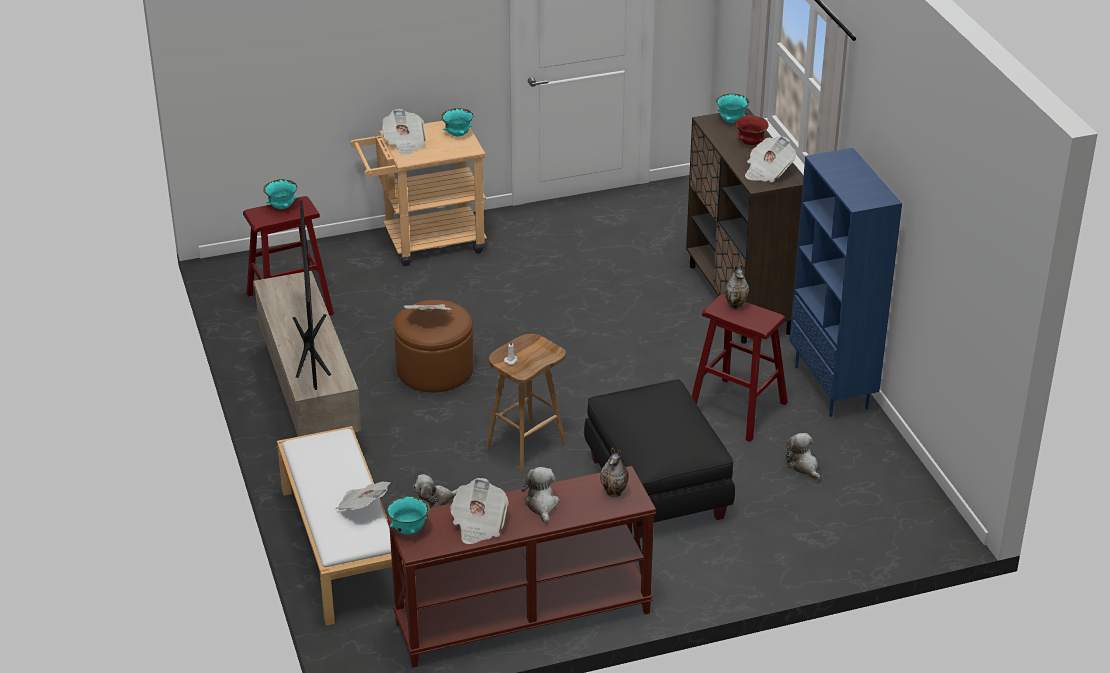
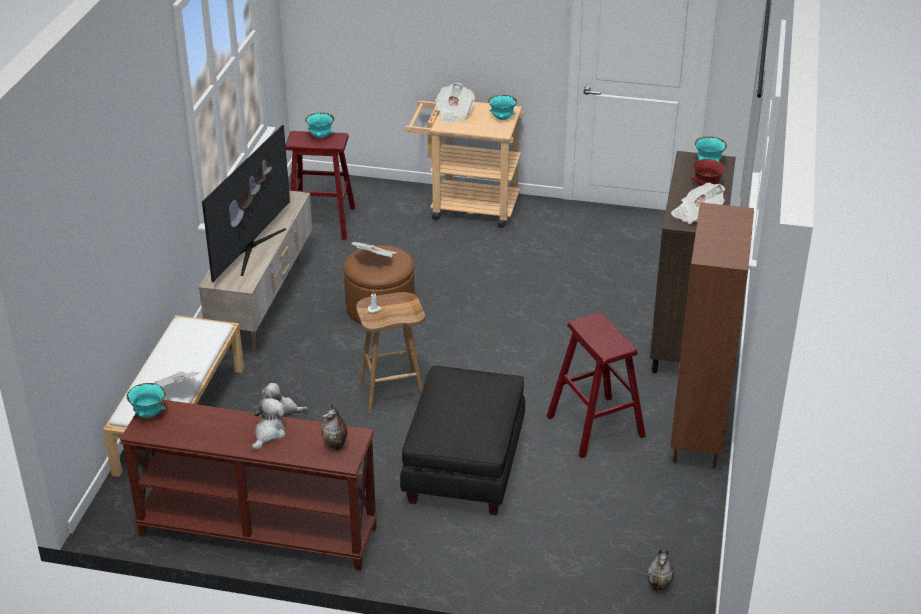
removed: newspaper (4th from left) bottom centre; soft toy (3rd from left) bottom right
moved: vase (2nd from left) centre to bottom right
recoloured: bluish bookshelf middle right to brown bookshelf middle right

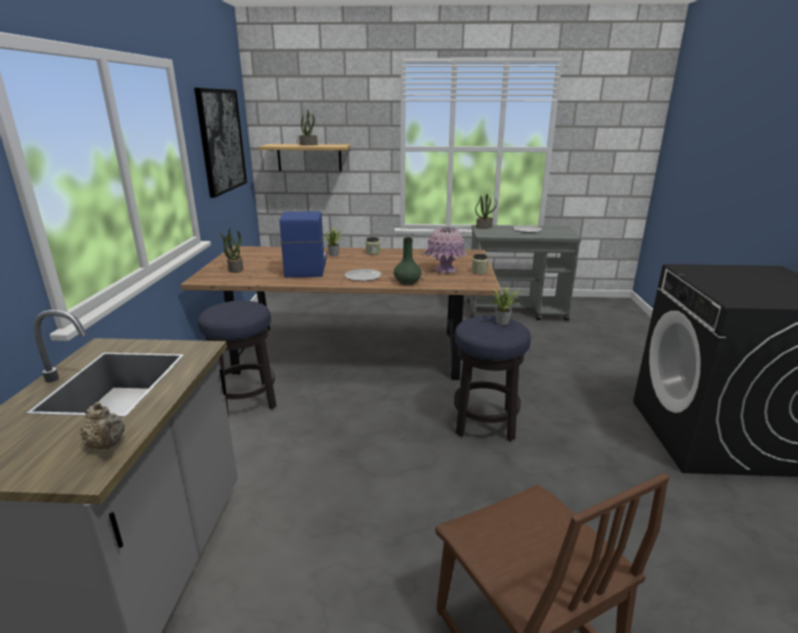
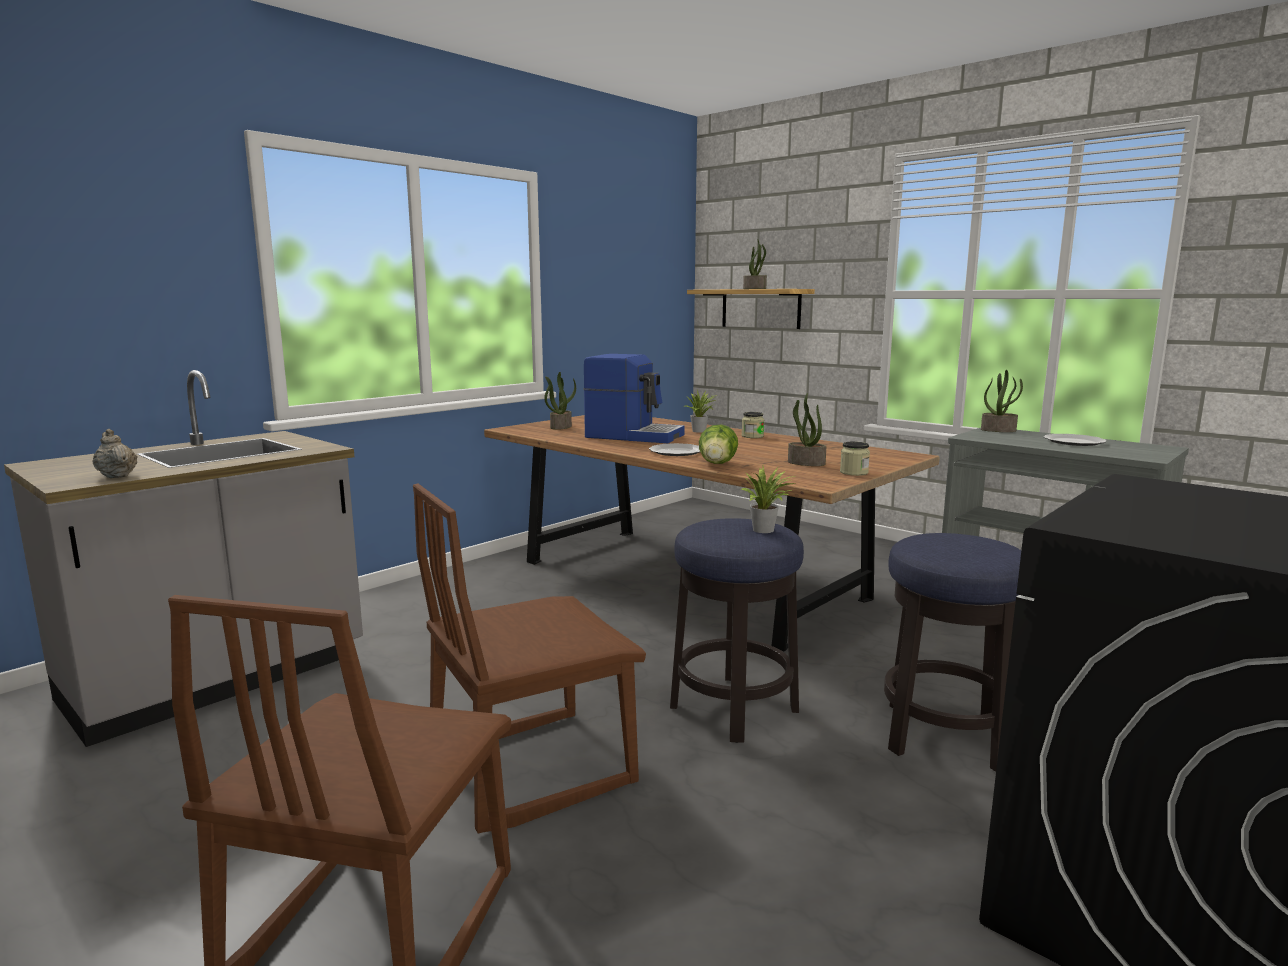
removed: picture top left
added: brown upright chair (2nd from left) bottom centre
moved: stool seat (1st from left in the first image) middle left to stool seat (2nd from left) bottom right
replaced: green vase centre to head of lettuce centre; pink vase centre to potted plant (5th from left) centre
turned: beige pot for tea bottom left = middle left 135 degrees clockwise; coffee brewer centre = centre 75 degrees clockwise

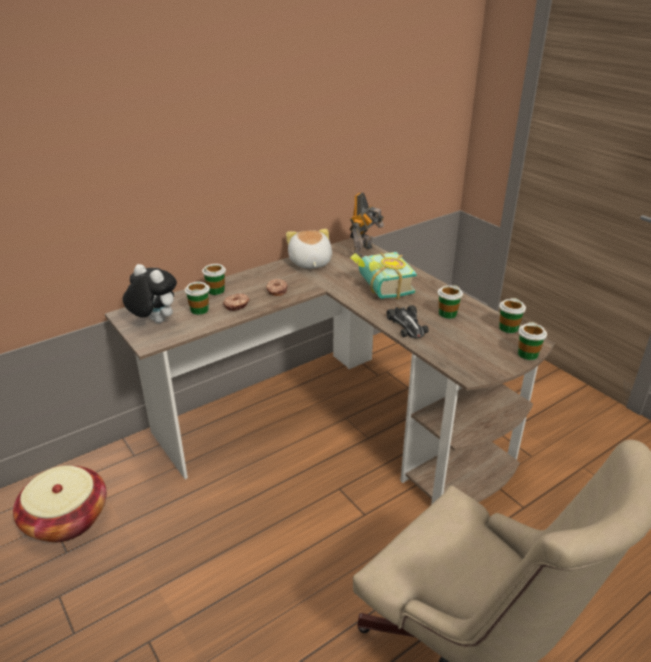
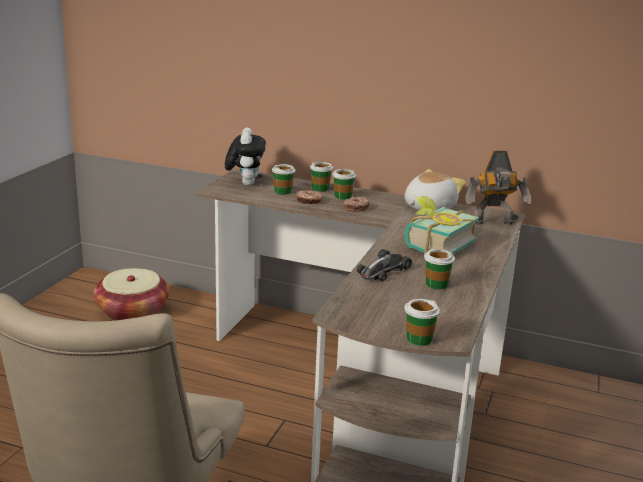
moved: small cup (4th from left in the first image) middle right to small cup (3rd from left) centre

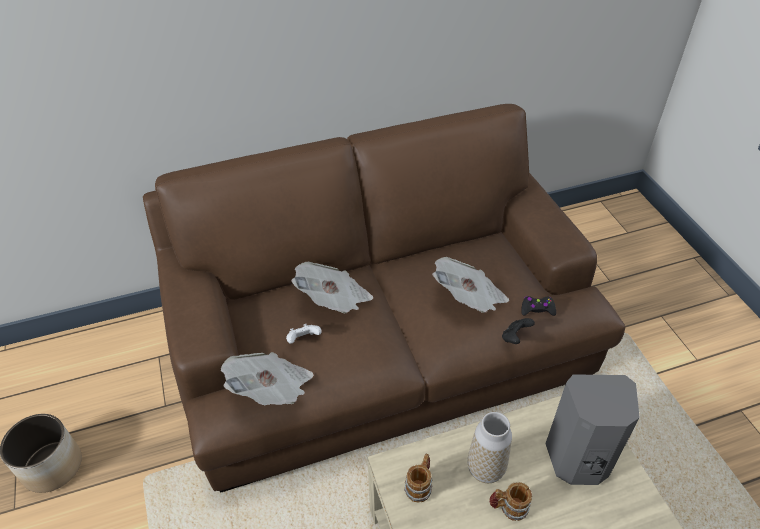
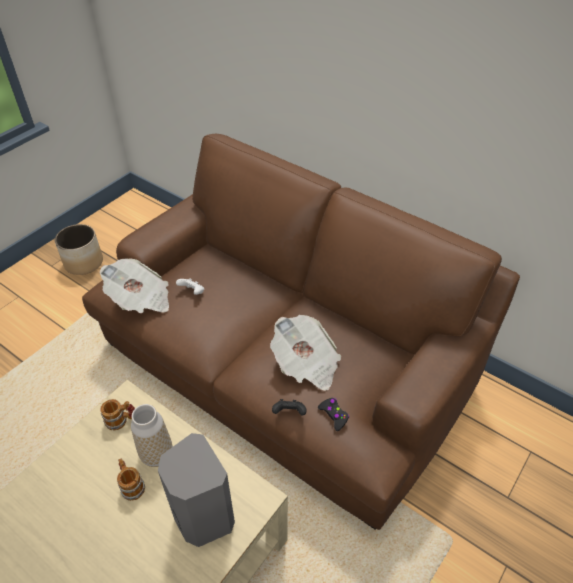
removed: newspaper (2nd from left) centre

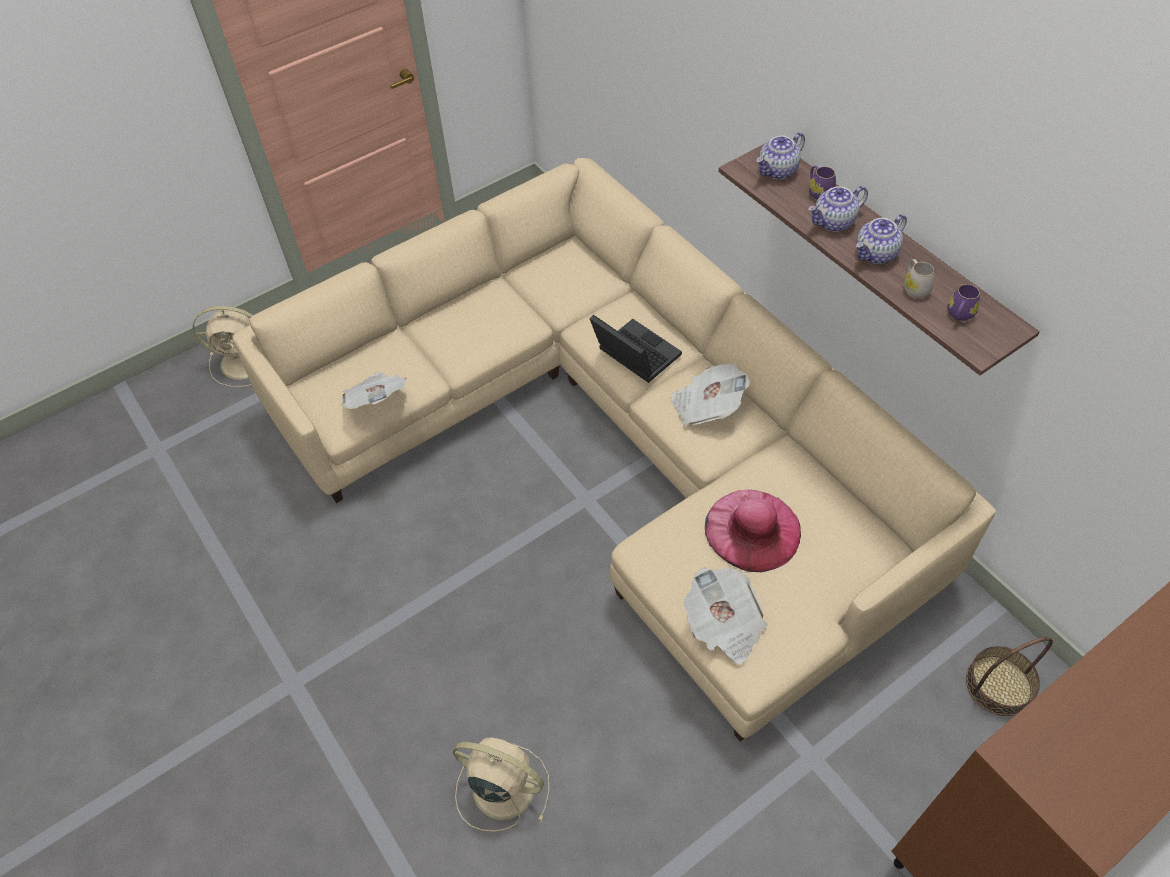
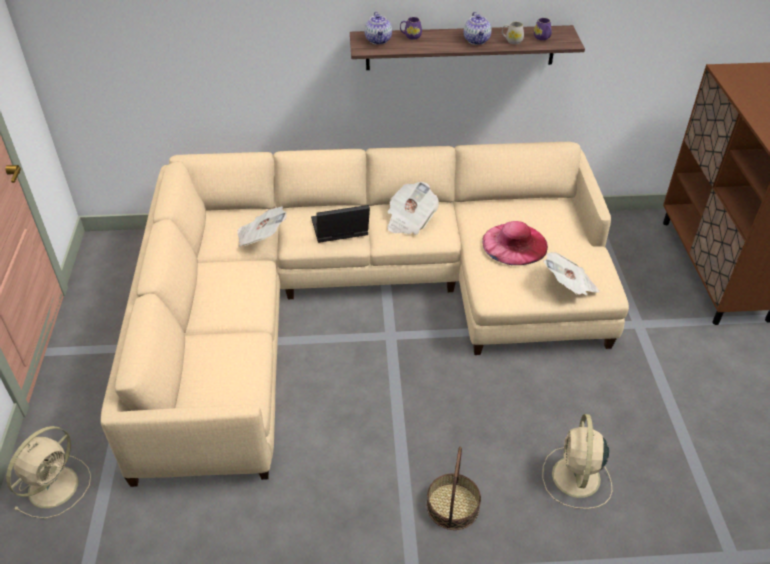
removed: pot for tea (2nd from left) top right
moved: newspaper (1st from left) middle left to centre; storage basket bottom right to bottom centre
turned: beige cooling fan (2nd from left) bottom centre = bottom right 45 degrees counterclockwise

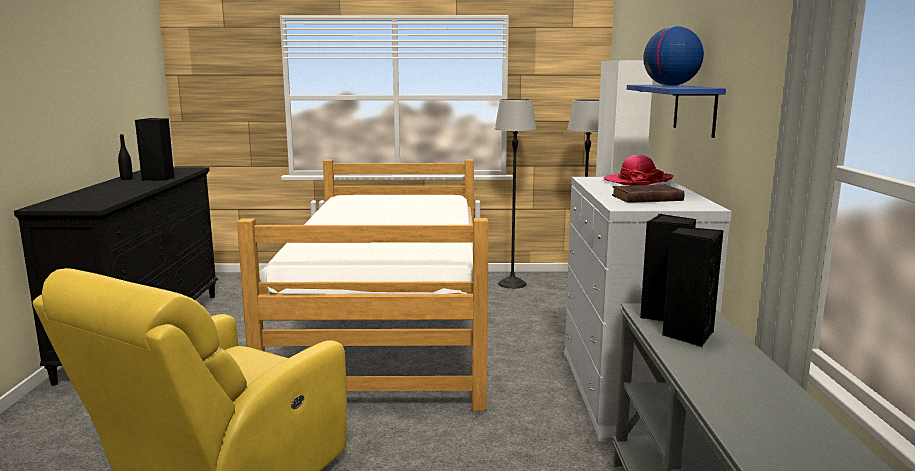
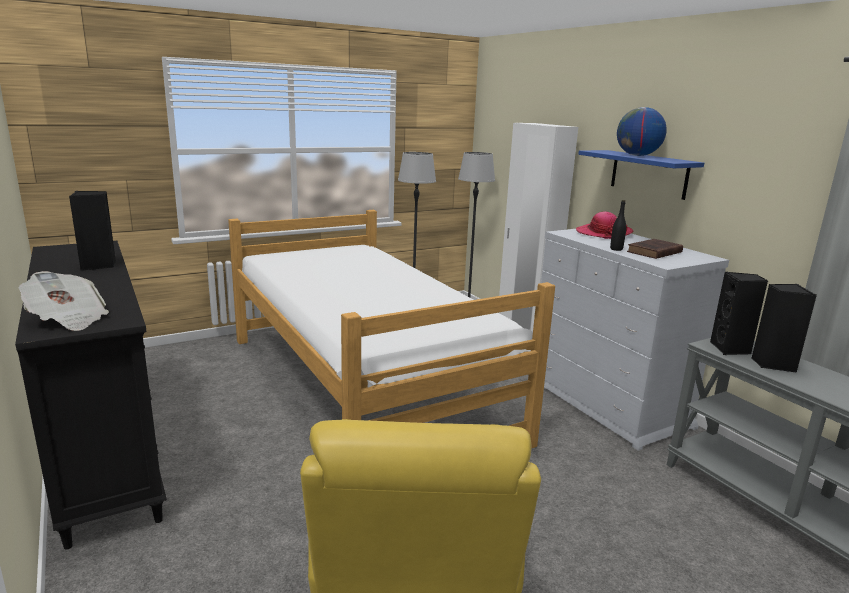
added: newspaper middle left
moved: blackish beverage bottle middle left to middle right

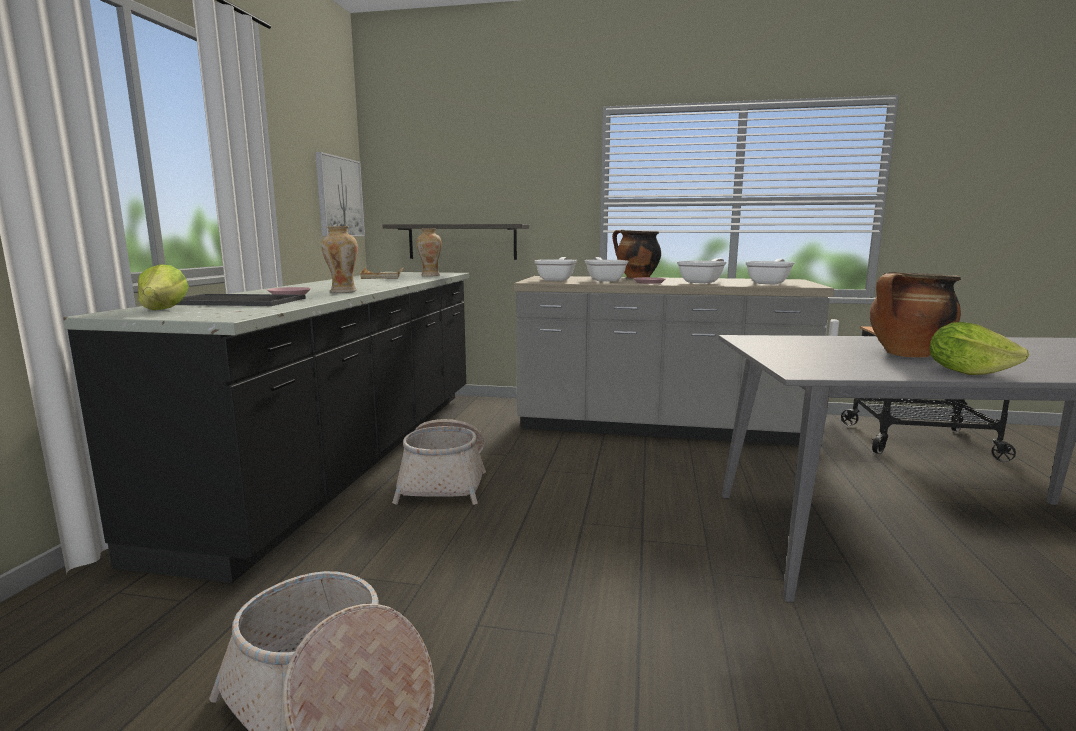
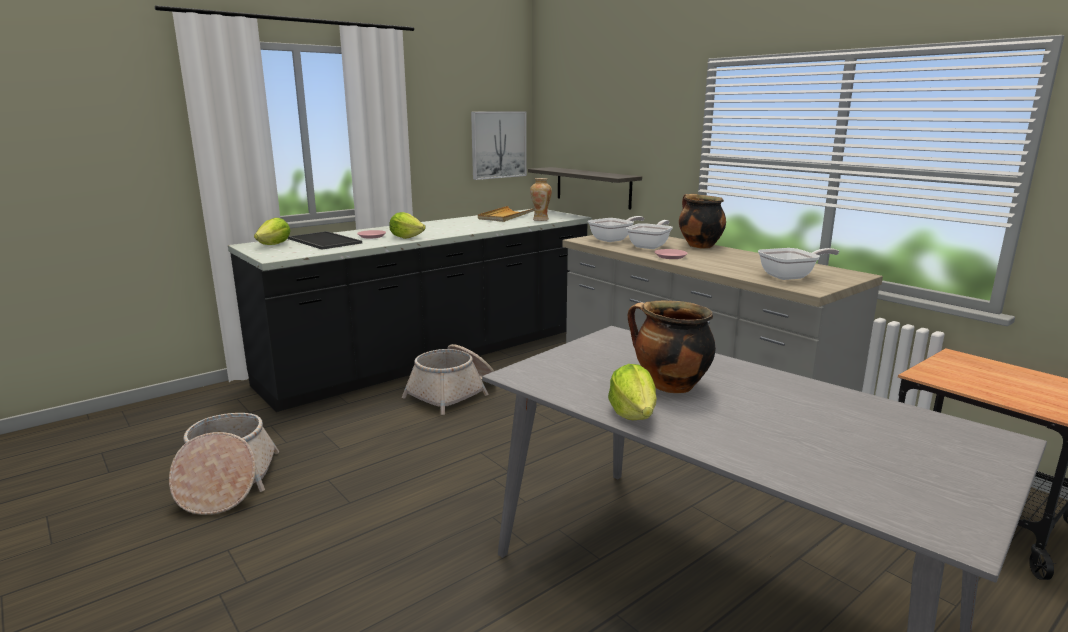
removed: pan (3rd from left) centre
replaced: vase (1st from left) middle left to head of lettuce (2nd from left) centre

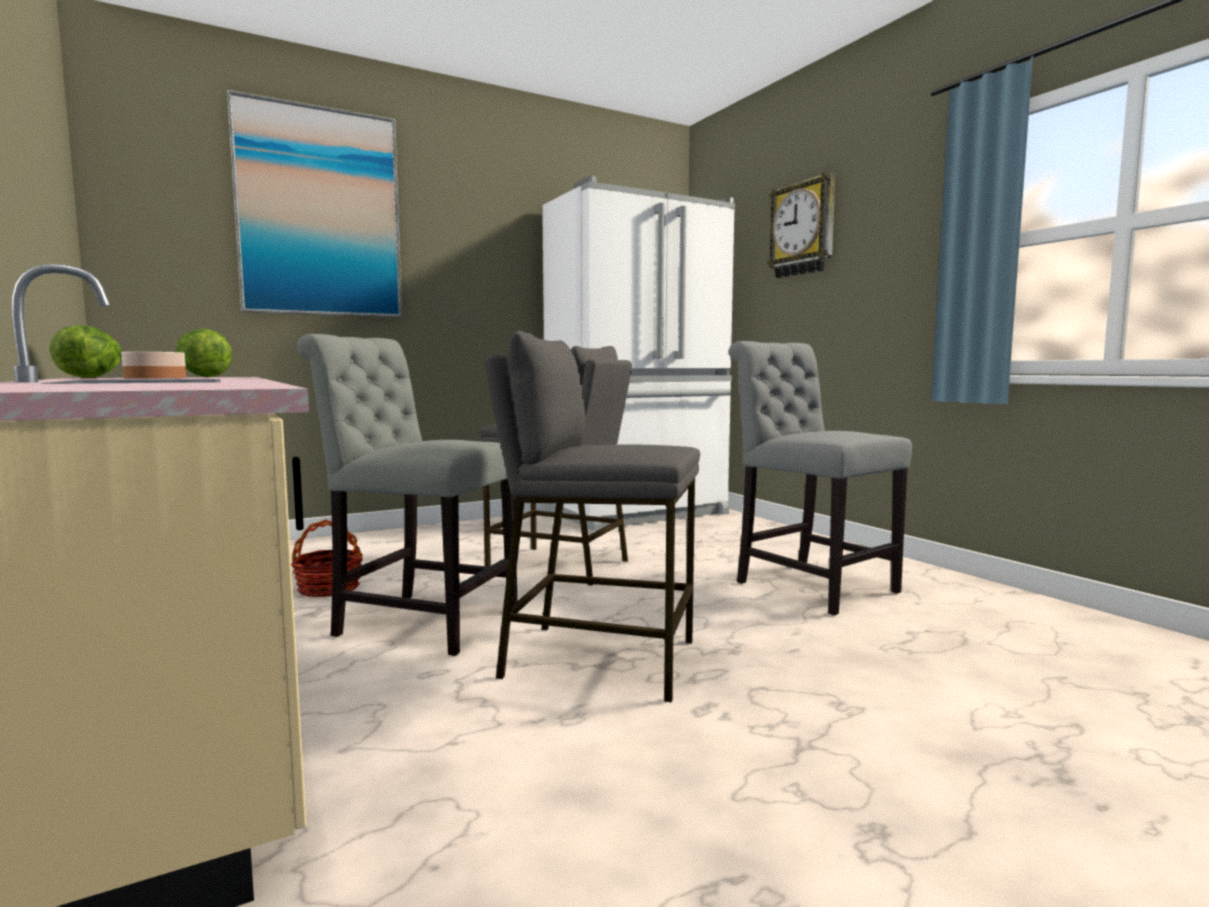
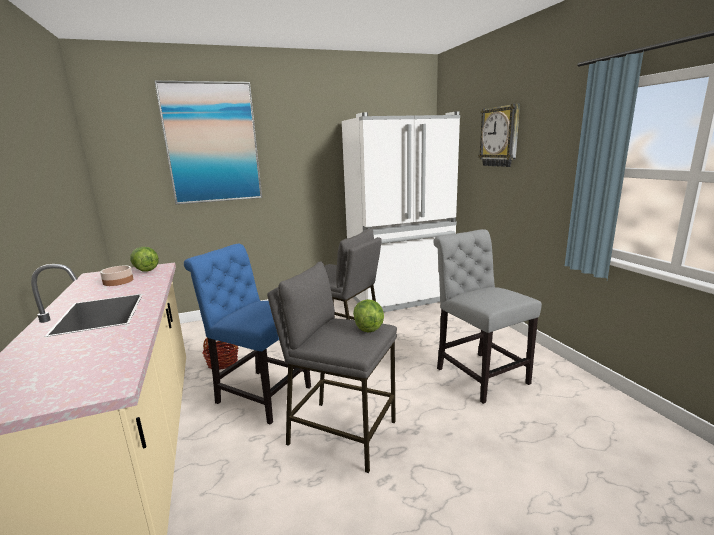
moved: head of lettuce (1st from left in the first image) middle left to head of lettuce (2nd from left) centre
recoloured: greyish upright chair (1st from left) centre to bluish upright chair centre

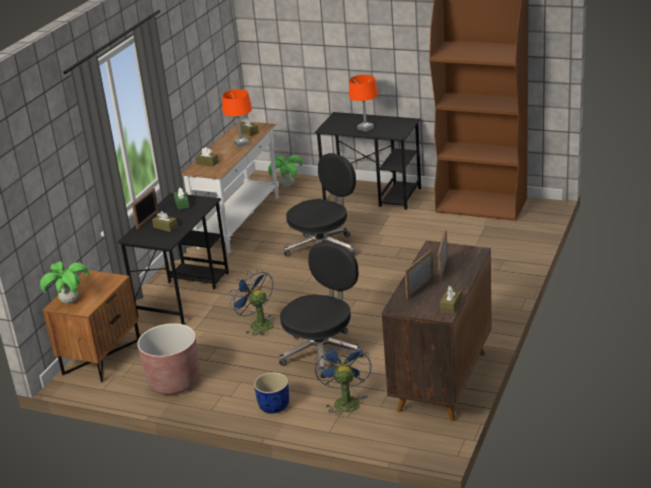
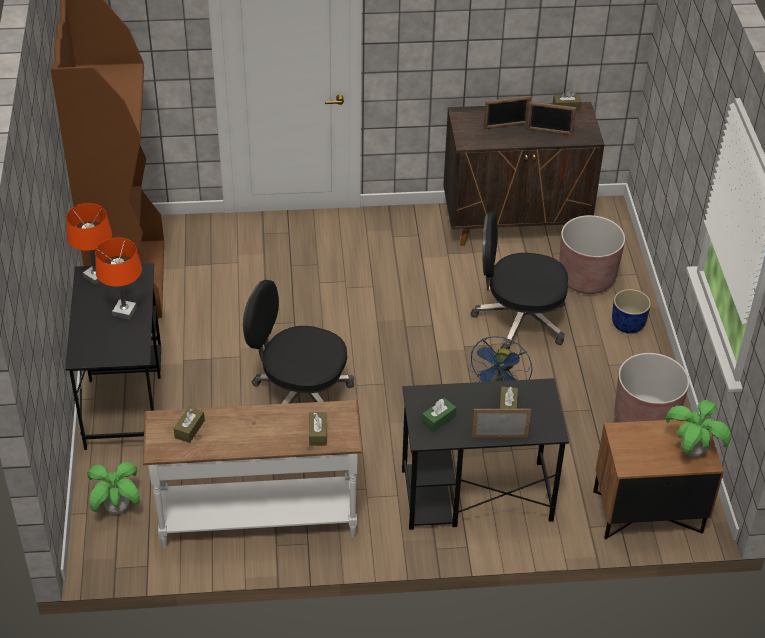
moved: orangey table lamp (1st from left) top centre to middle left
replaced: bluish cooling fan (2nd from left) bottom centre to brown flower pot (1st from left) middle right

